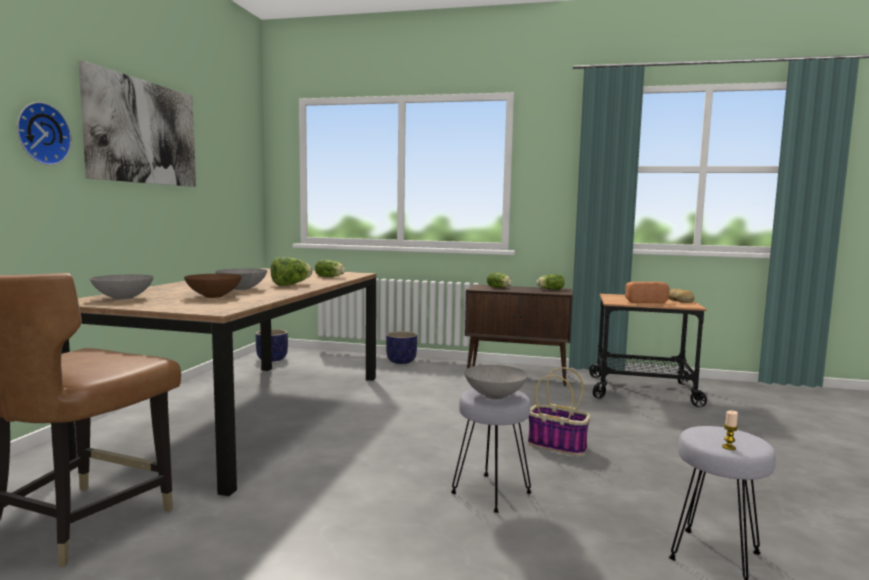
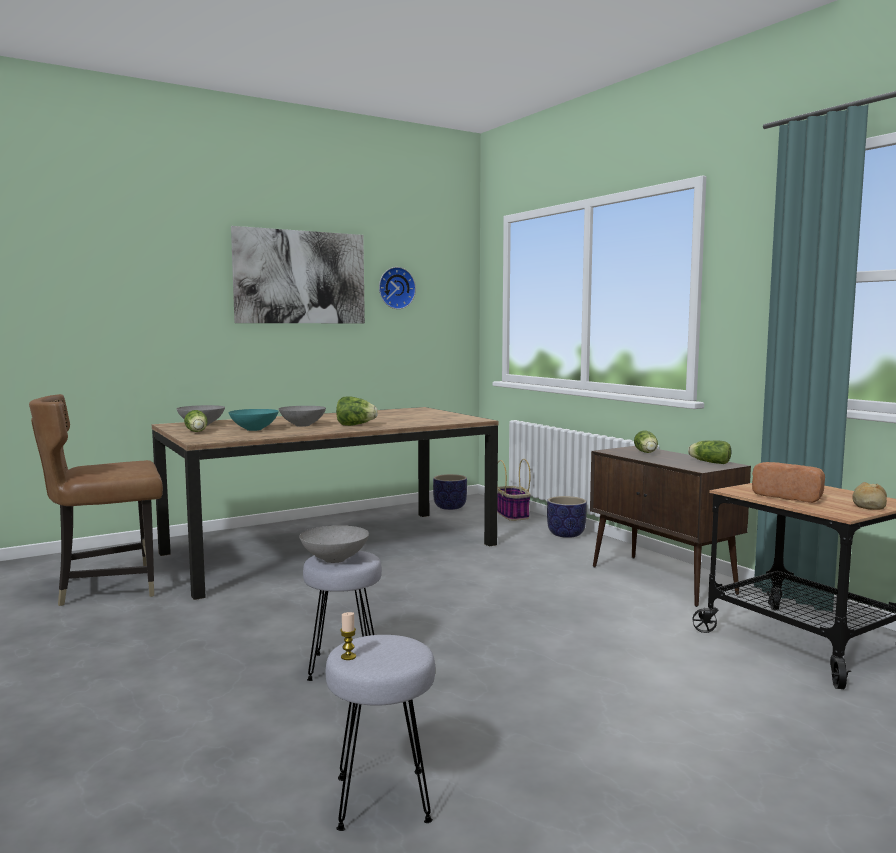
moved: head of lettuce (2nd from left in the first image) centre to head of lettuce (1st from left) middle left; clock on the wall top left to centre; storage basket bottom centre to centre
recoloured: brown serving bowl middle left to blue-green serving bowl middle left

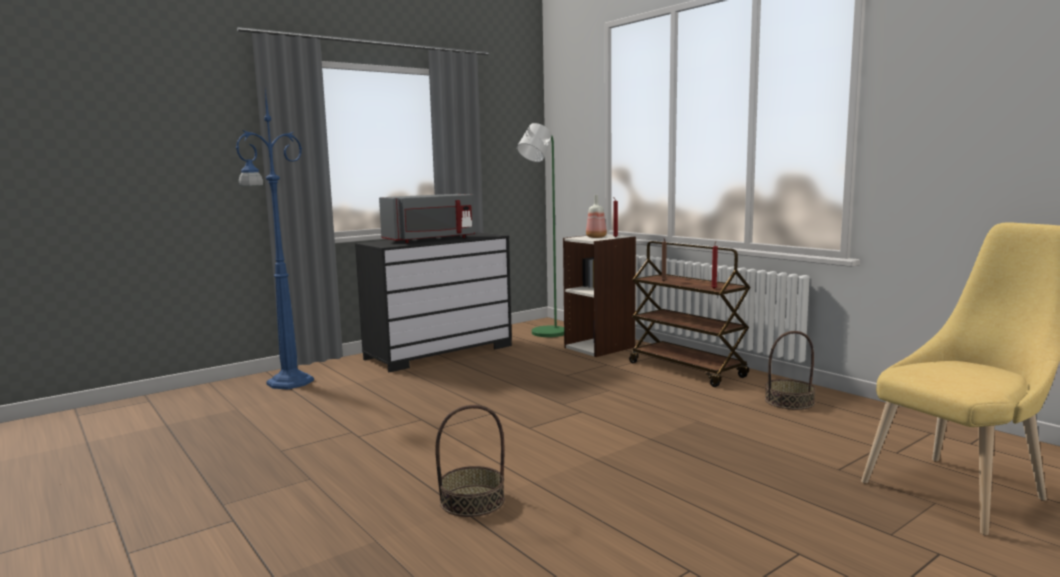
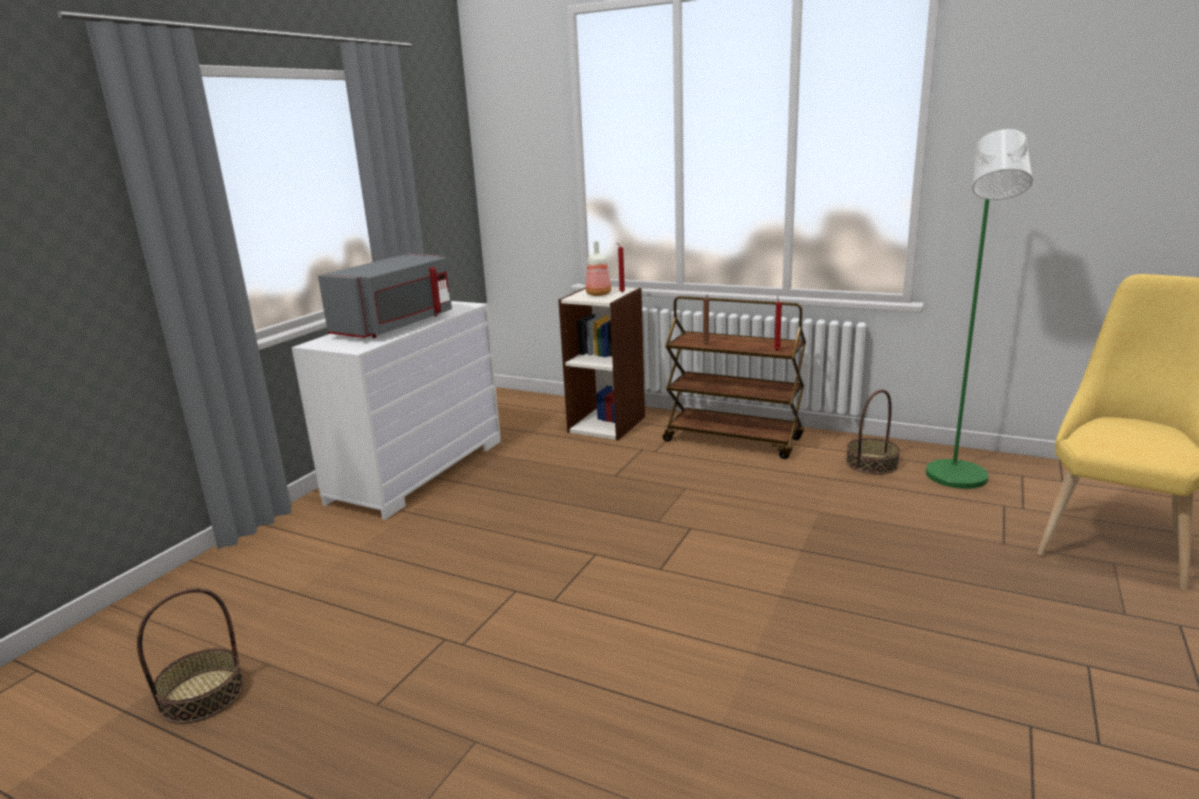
removed: bluish floor lamp middle left
moved: storage basket (1st from left) bottom centre to bottom left; green floor lamp centre to middle right
recoloured: blackish chest of drawers centre to white-coloured chest of drawers middle left

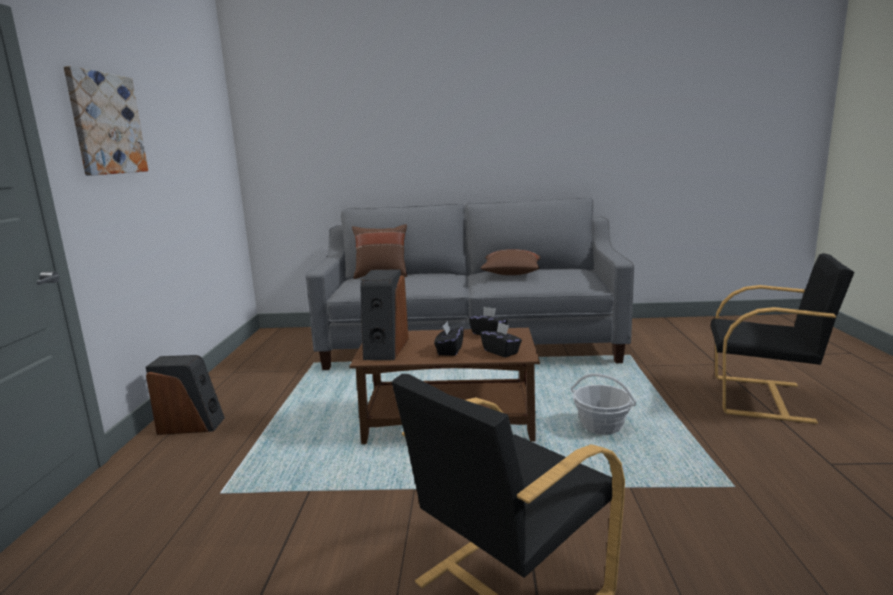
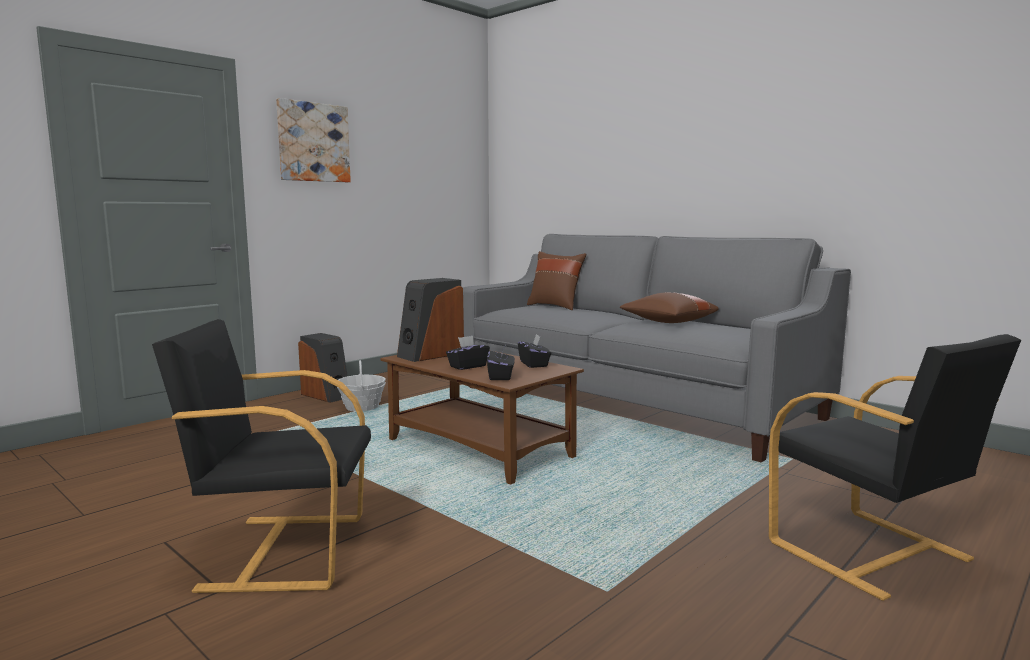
moved: storage basket bottom right to centre

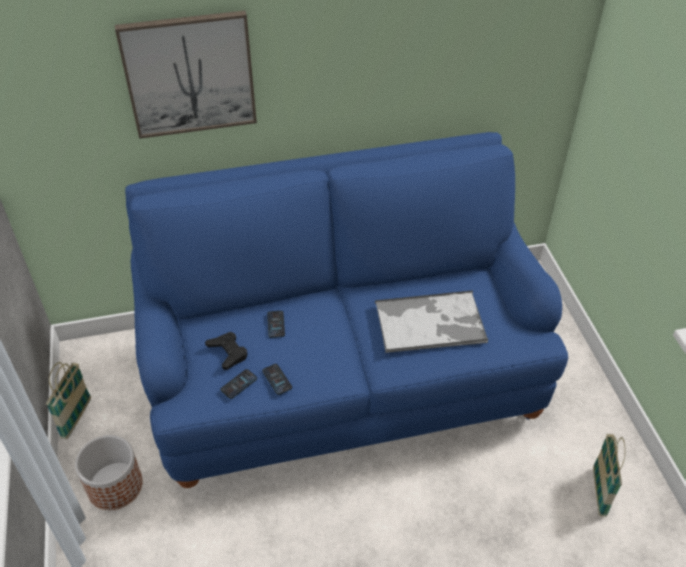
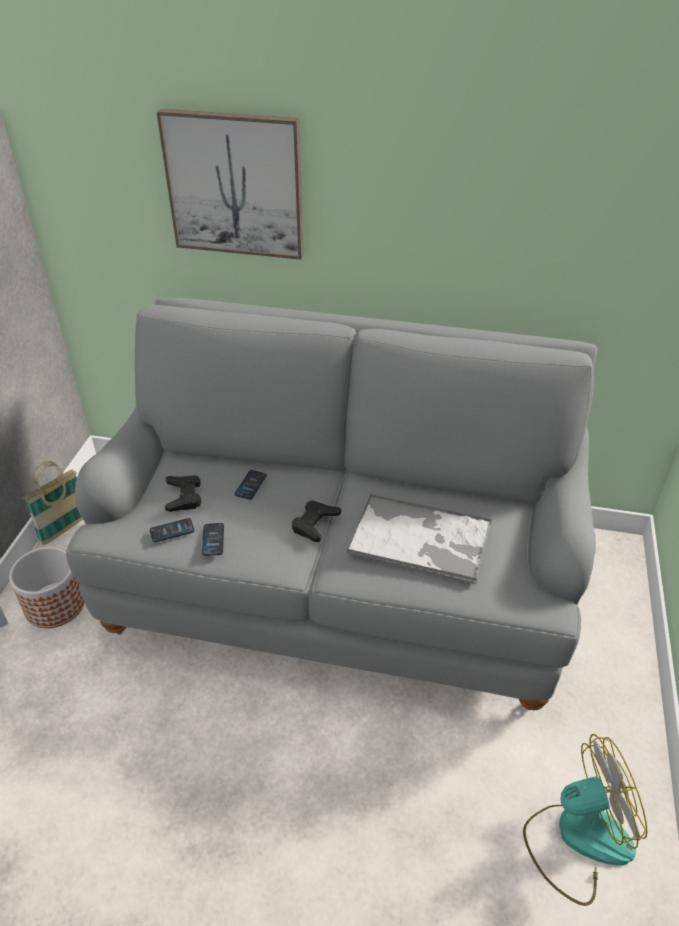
added: blackish joypad (2nd from left) centre
replaced: storage basket (2nd from left) bottom right to cooling fan bottom right
recoloured: bluish couch centre to greyish couch centre

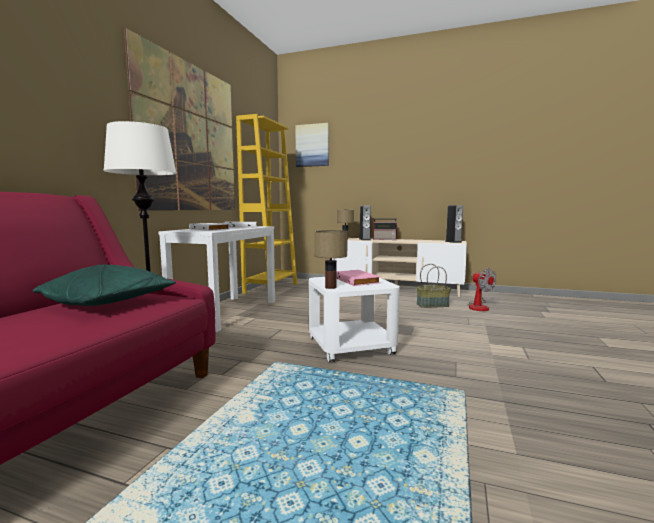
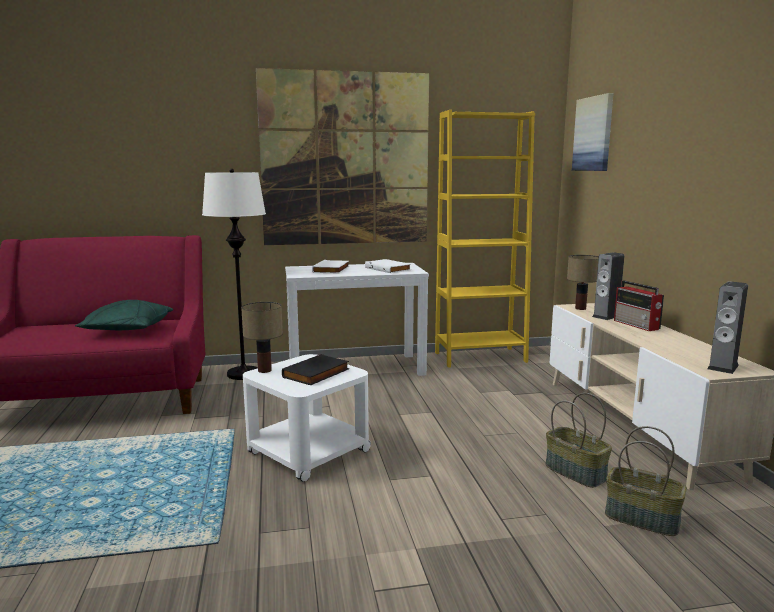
replaced: cooling fan middle right to storage basket (2nd from left) bottom right
recoloured: pink book centre to blackish book centre

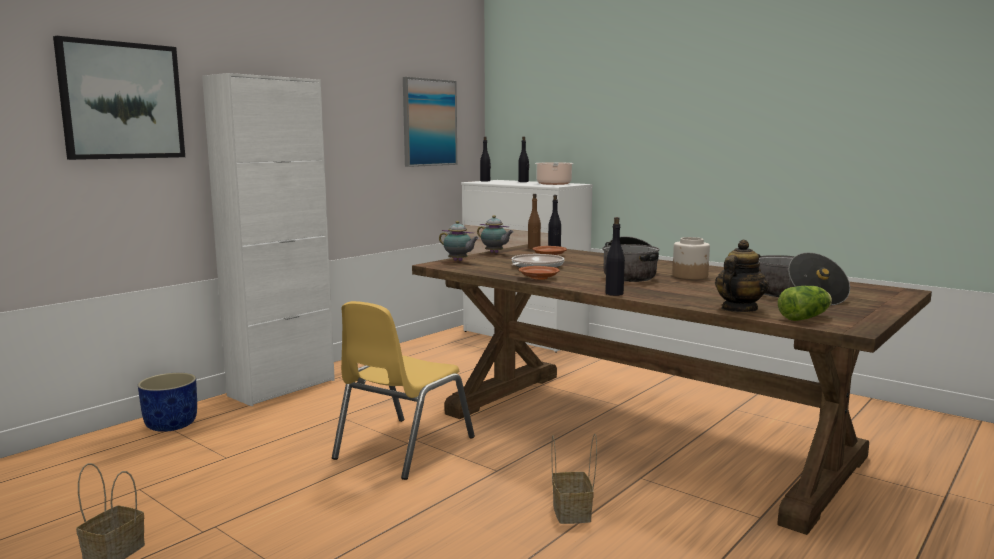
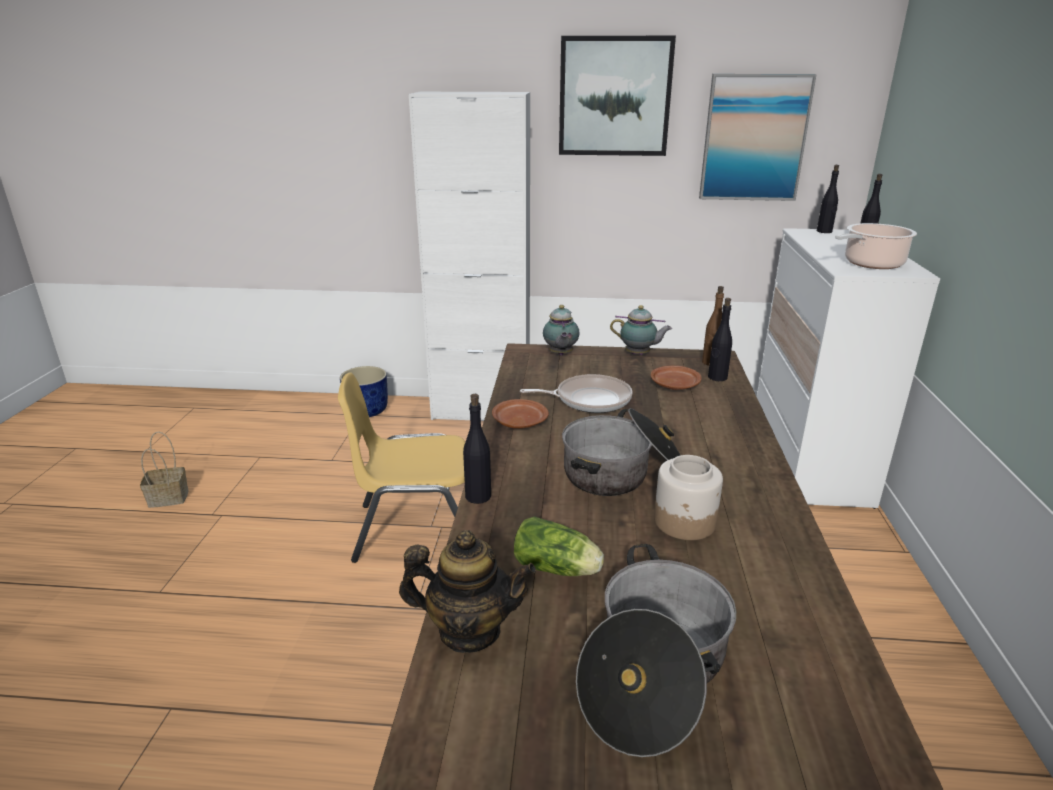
removed: storage basket (2nd from left) bottom centre
moved: head of lettuce middle right to bottom centre; picture (1st from left) top left to top centre
turned: pot for tea (2nd from left in the first image) centre = centre 75 degrees counterclockwise

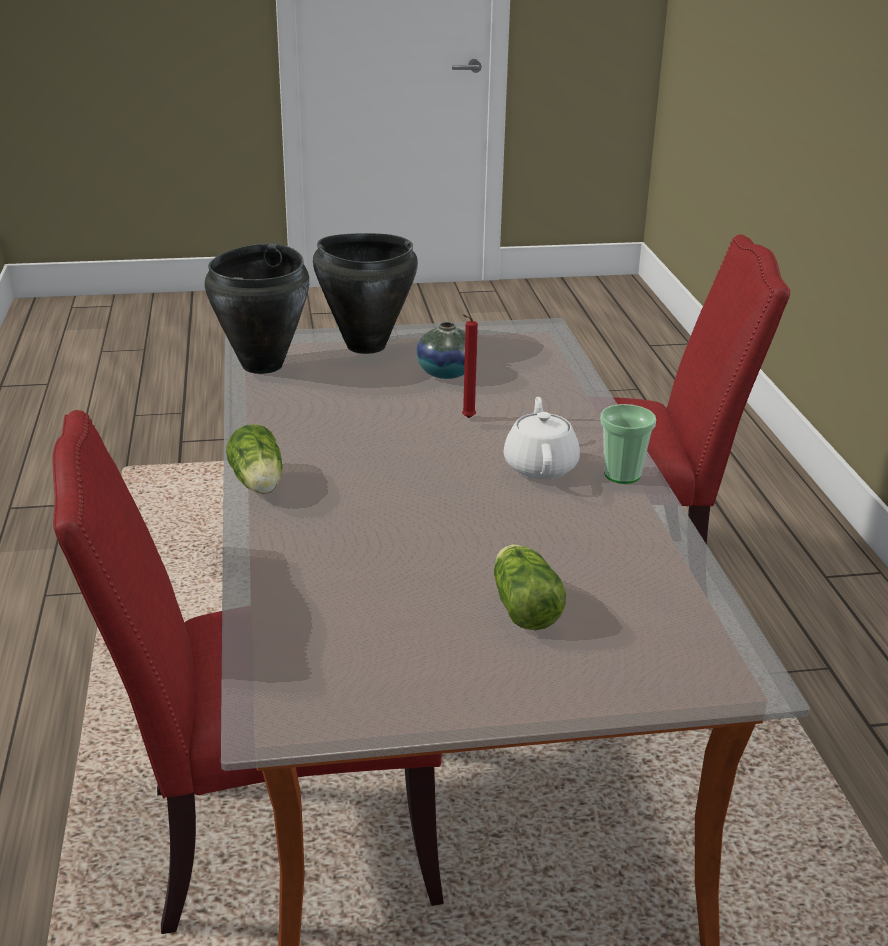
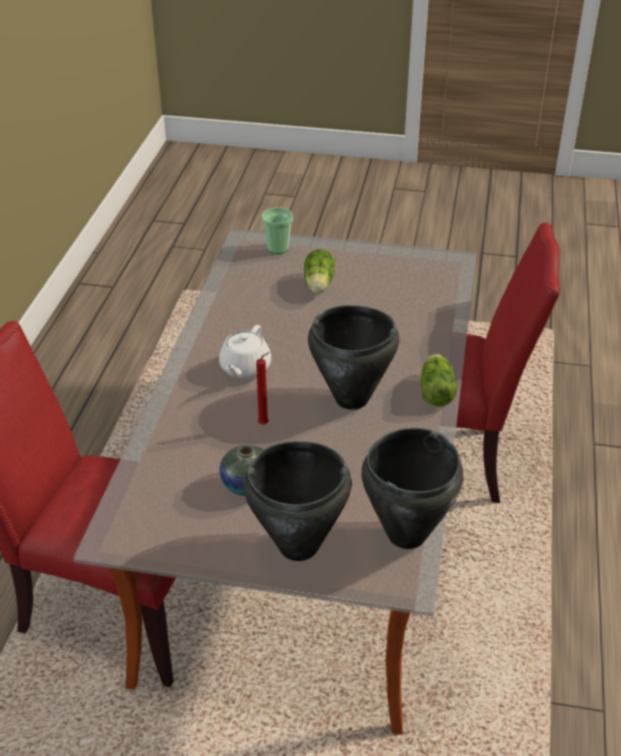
added: blackish cooking pot (2nd from left) centre
moved: small cup middle right to top centre

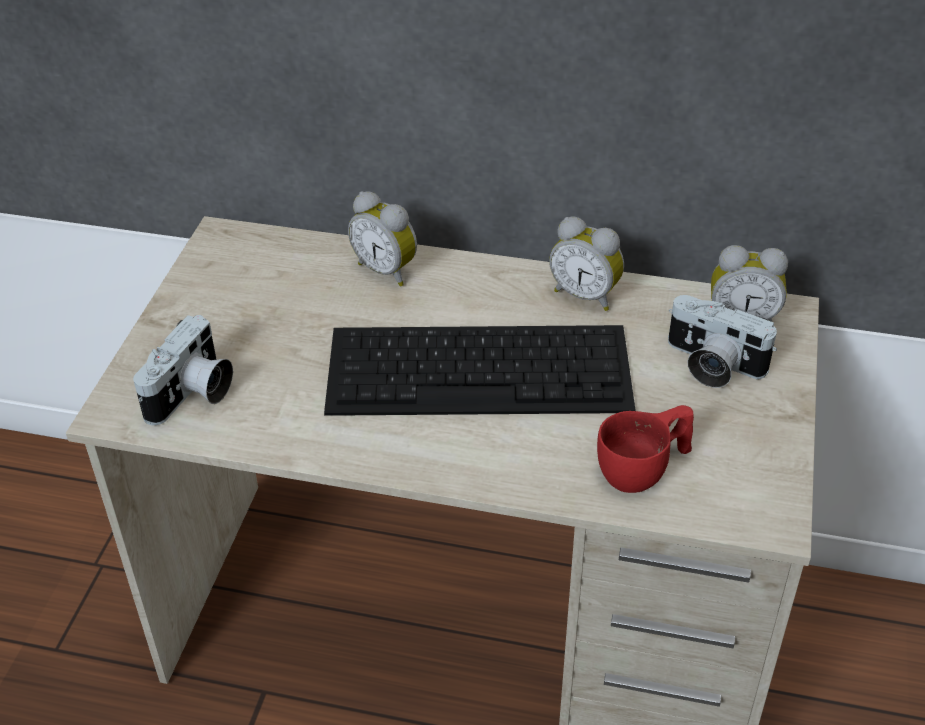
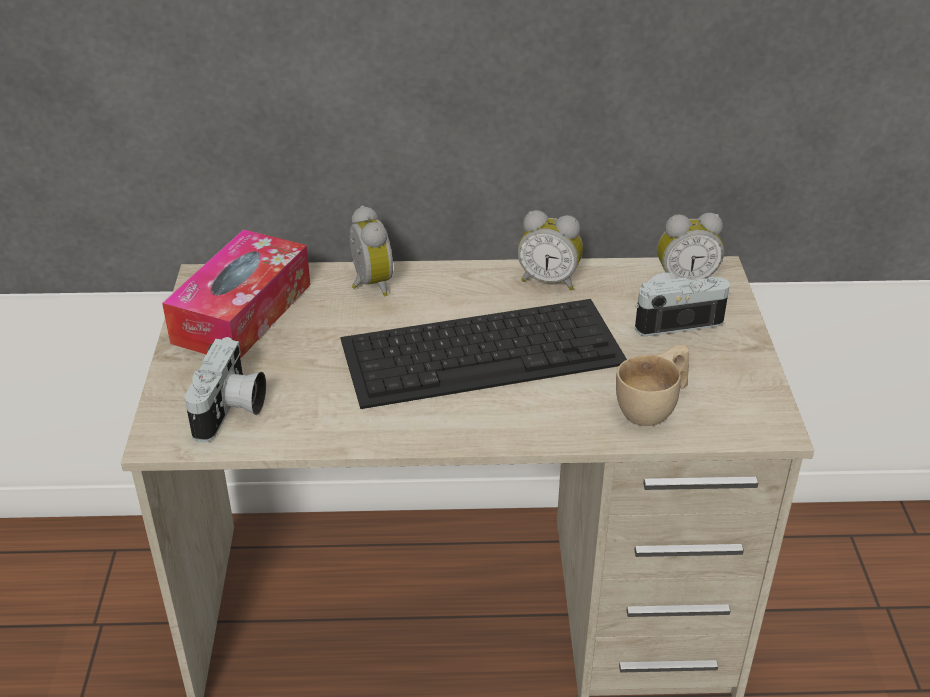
added: box of tissues middle left
recoloured: red-coloured small cup middle right to beige small cup middle right
turned: bedside clock (1st from left) top centre = centre 135 degrees counterclockwise; photo camera (2nd from left) middle right = middle right 150 degrees clockwise

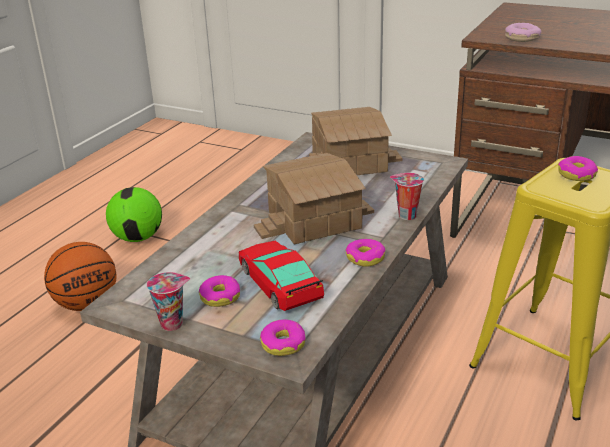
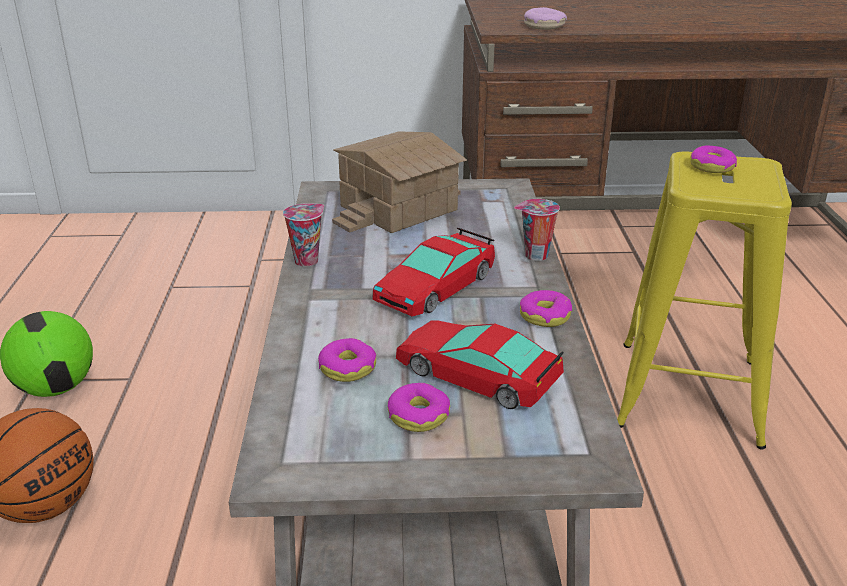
moved: small cup (1st from left) bottom left to centre; doughnut (2nd from left in the first image) bottom centre to doughnut (1st from left) centre
replaced: toy house (1st from left) centre to model car (1st from left) centre

